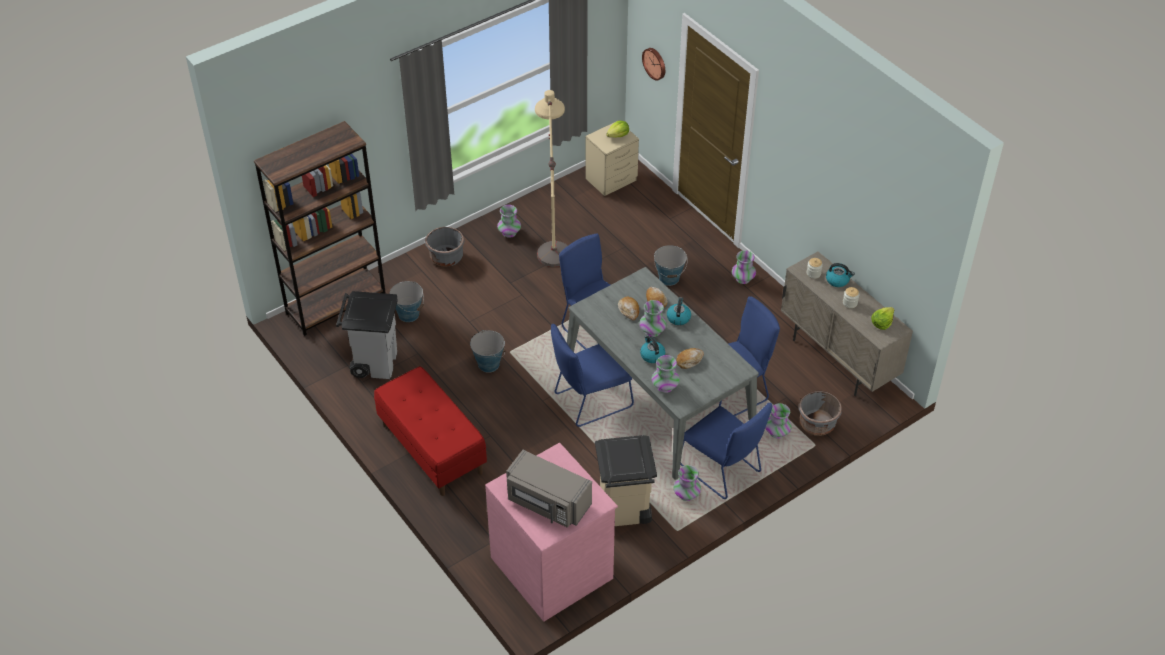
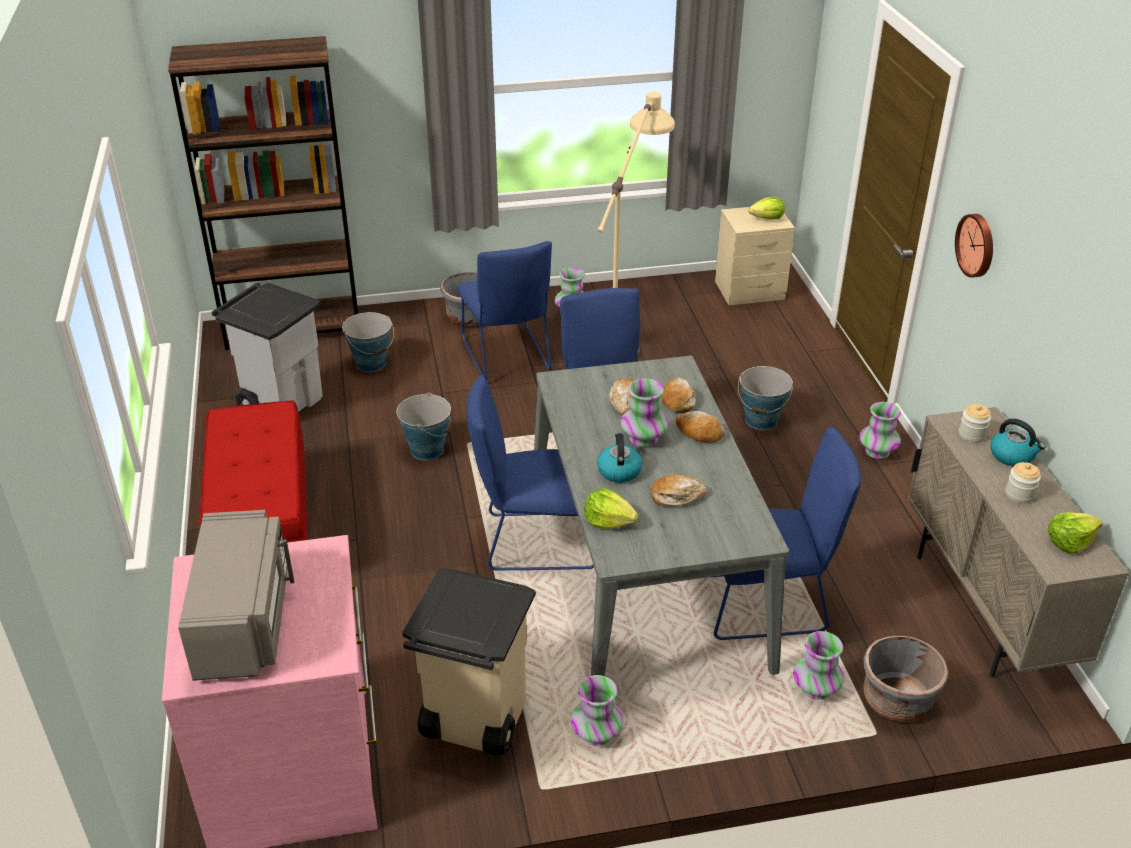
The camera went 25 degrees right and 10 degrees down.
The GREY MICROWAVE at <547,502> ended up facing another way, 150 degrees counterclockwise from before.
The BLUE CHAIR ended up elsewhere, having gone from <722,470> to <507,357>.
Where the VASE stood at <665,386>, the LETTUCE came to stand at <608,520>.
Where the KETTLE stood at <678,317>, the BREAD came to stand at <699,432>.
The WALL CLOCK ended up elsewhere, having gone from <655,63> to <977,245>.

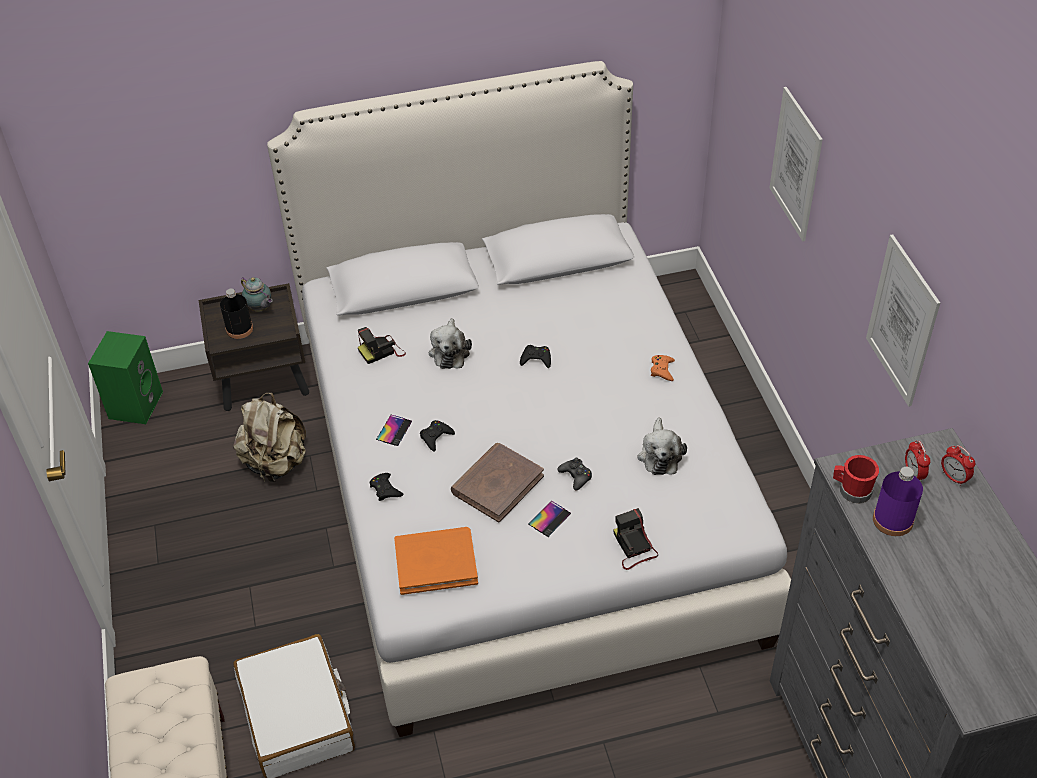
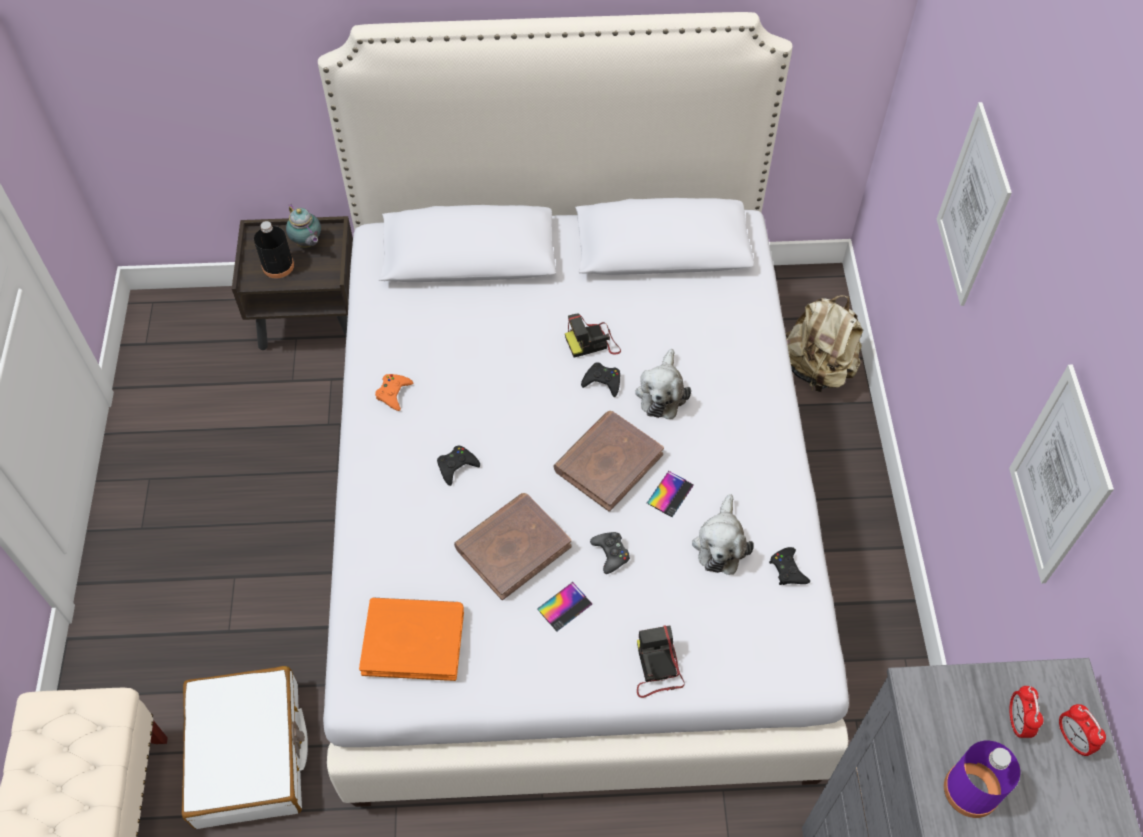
The camera went 10 degrees right and 10 degrees up.
The ORANGE GAME CONTROLLER ended up elsewhere, having gone from <662,370> to <393,393>.
The second view gained the BROWN BOOK at <608,462>.
The PHOTO CAMERA ended up elsewhere, having gone from <382,351> to <593,342>.
The PLUSH TOY ended up elsewhere, having gone from <450,351> to <662,393>.
The PHONE ended up elsewhere, having gone from <394,430> to <670,494>.
The BLACK GAME CONTROLLER ended up elsewhere, having gone from <385,489> to <788,570>.
The BEIGE BACKPACK ended up elsewhere, having gone from <275,463> to <817,369>.
The second view lost the GREEN SPEAKER at <135,404>.
The second view lost the RED MUG at <851,490>.

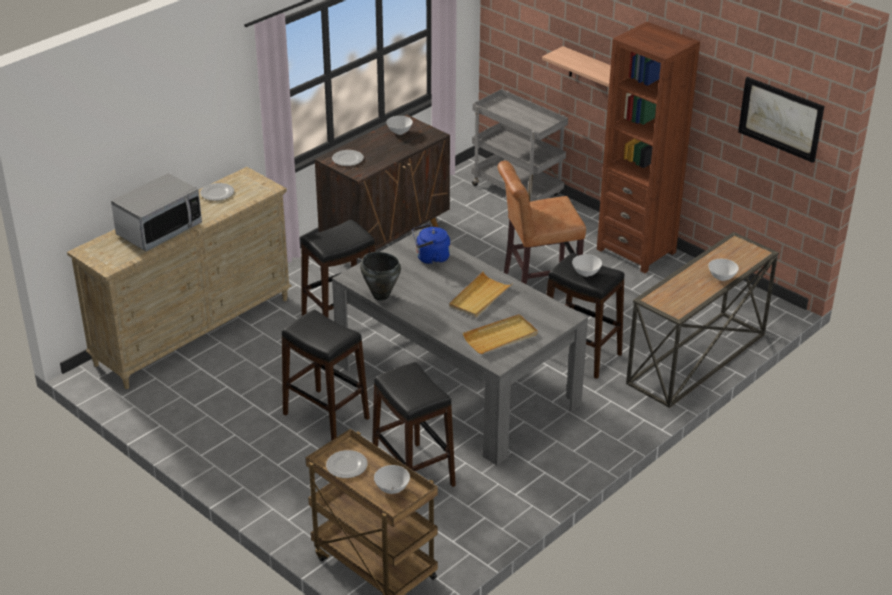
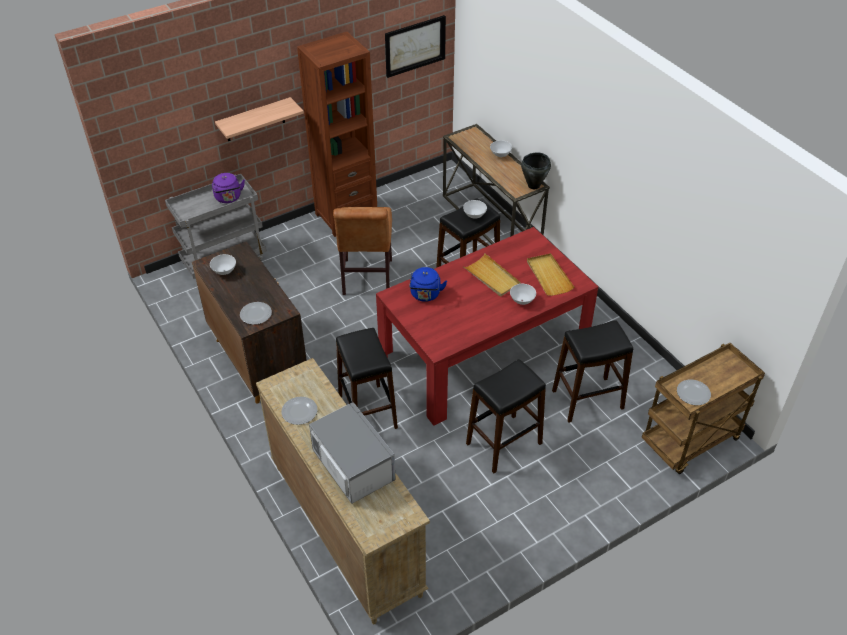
The camera went 75 degrees left and 10 degrees up.
The second view gained the PURPLE KETTLE at <228,198>.
What was the GREY DINING TABLE at <456,384> turned into the RED DINING TABLE at <483,353>.
The WHITE BOWL ended up elsewhere, having gone from <391,489> to <522,301>.
The BLACK COOKING POT ended up elsewhere, having gone from <381,295> to <533,185>.

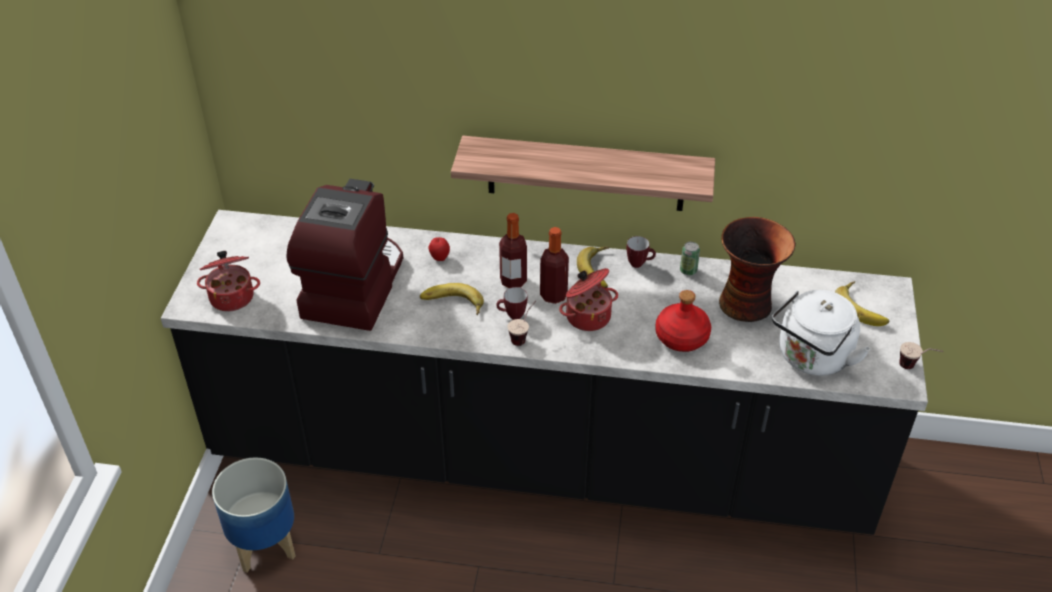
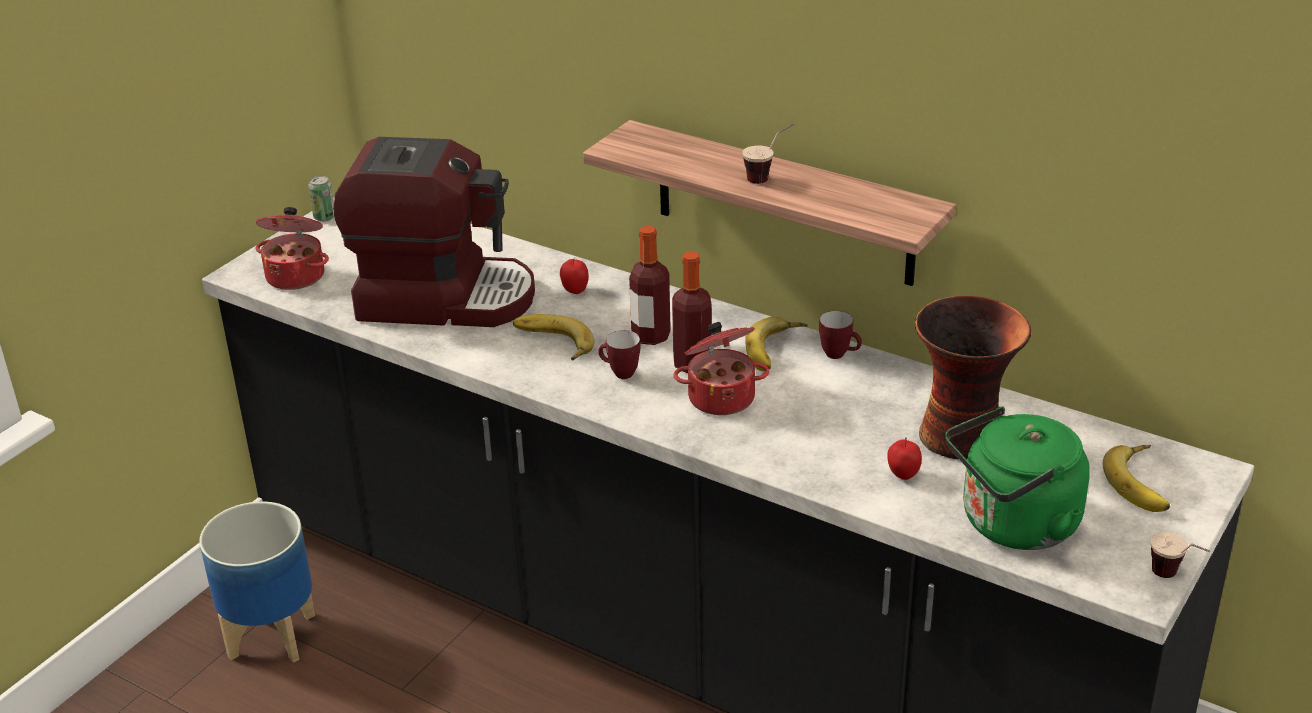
The camera went 25 degrees right and 10 degrees down.
The CAN ended up elsewhere, having gone from <688,270> to <324,217>.
The COFFEE MACHINE at <353,287> ended up facing another way, 60 degrees clockwise from before.
The CUP ended up elsewhere, having gone from <523,336> to <768,176>.
The second view gained the APPLE at <903,476>.
What was the WHITE KETTLE at <811,358> turned into the GREEN KETTLE at <1014,525>.
The second view lost the RED BOTTLE at <682,338>.

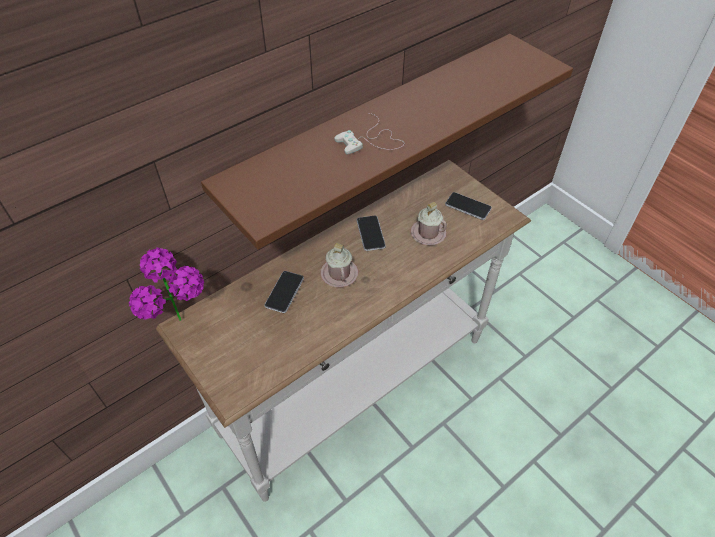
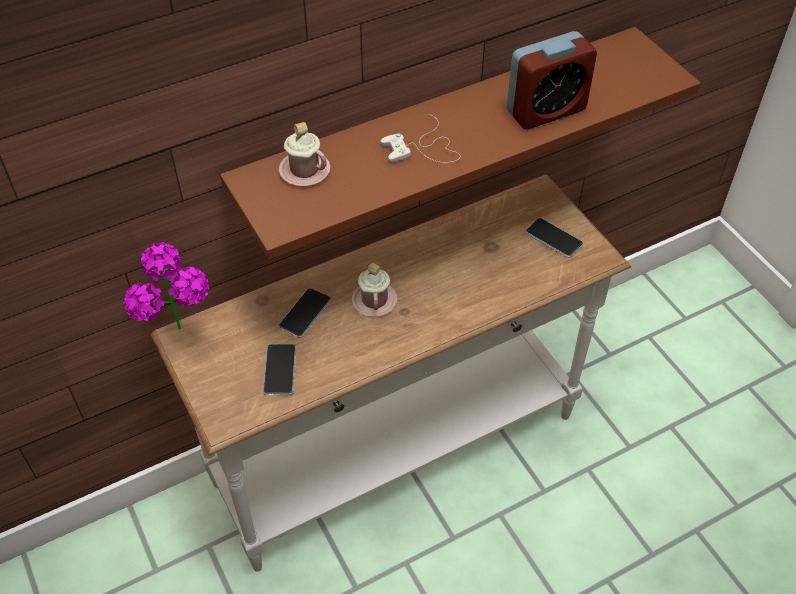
The camera went 10 degrees right and 0 degrees up.
The PHONE ended up elsewhere, having gone from <370,233> to <280,370>.
The PINK MUG ended up elsewhere, having gone from <428,233> to <304,170>.
The second view gained the ALARM CLOCK at <546,110>.

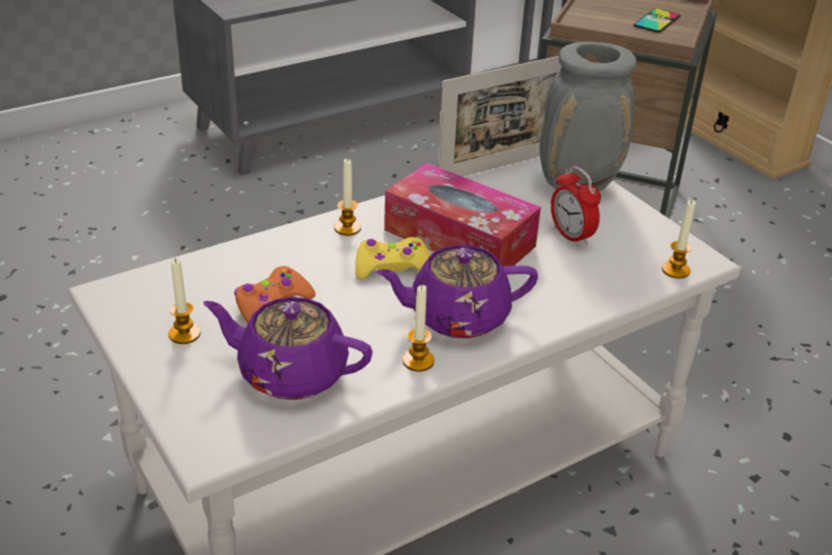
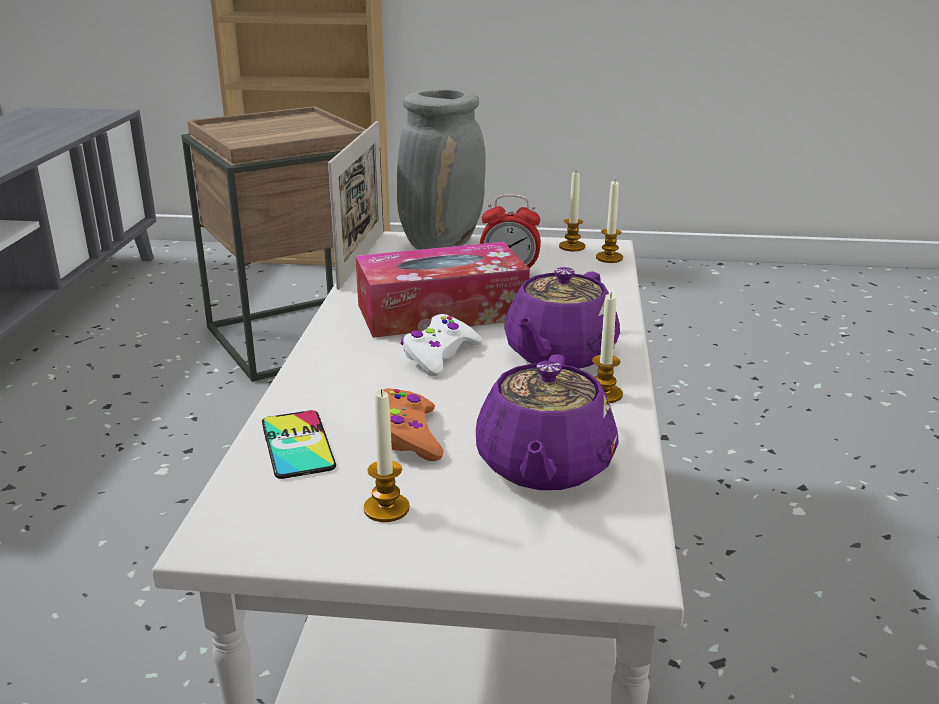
The camera went 50 degrees left and 10 degrees down.
The PHONE ended up elsewhere, having gone from <656,21> to <297,444>.
What was the YELLOW GAME CONTROLLER at <392,267> turned into the WHITE GAME CONTROLLER at <439,355>.
The PURPLE TEAPOT at <291,373> ended up facing another way, 45 degrees counterclockwise from before.
The CANDLE ended up elsewhere, having gone from <347,228> to <572,247>.

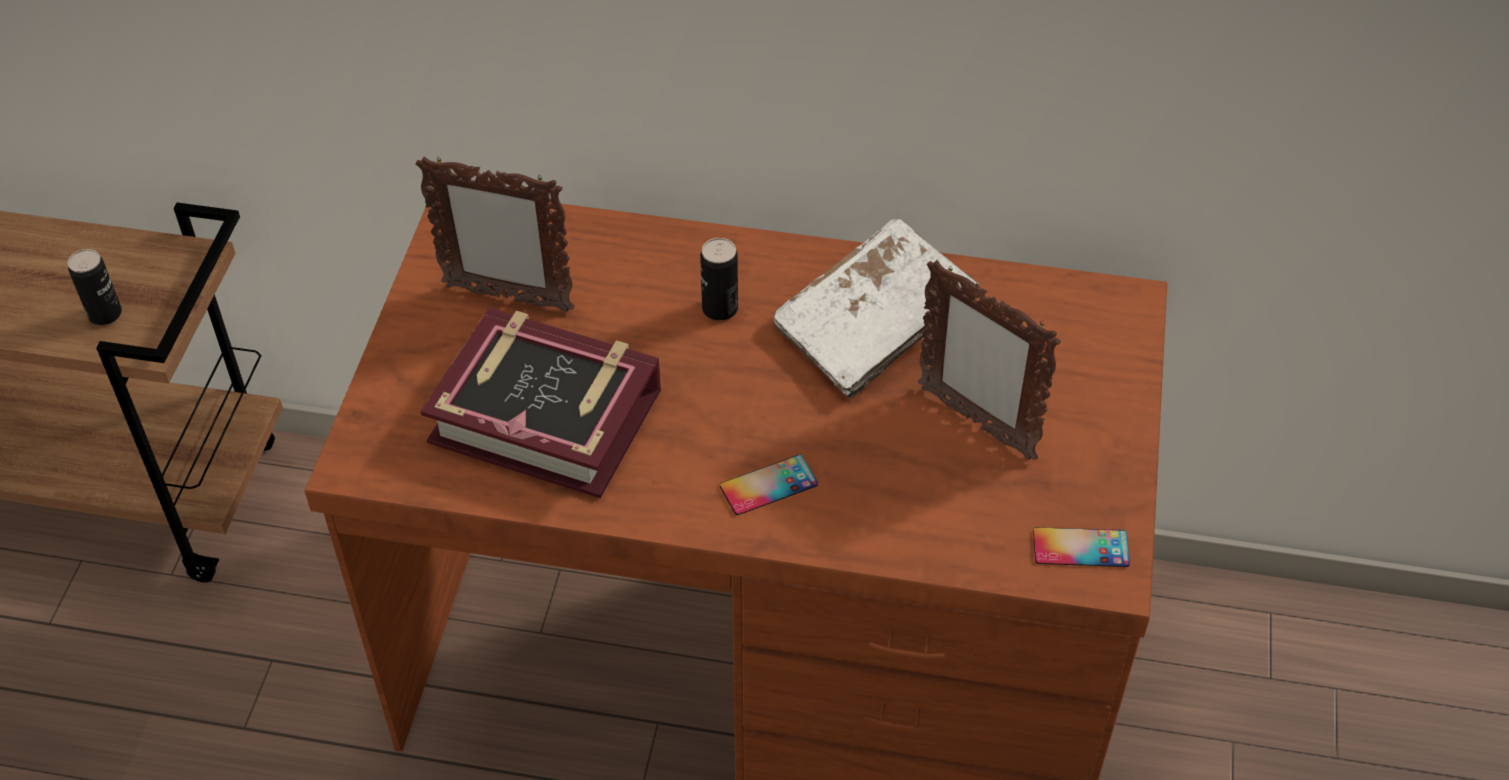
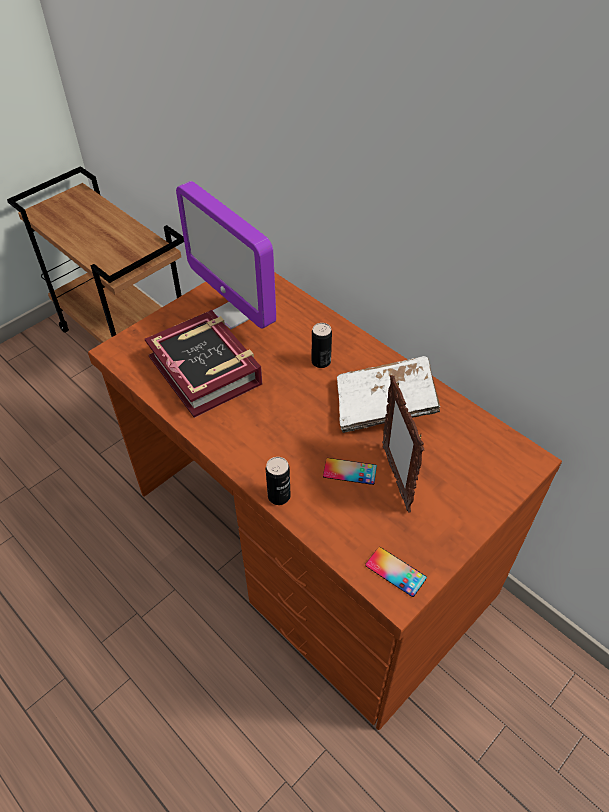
The camera went 35 degrees right and 0 degrees up.
Where the PICTURE FRAME stood at <507,297>, the MONITOR came to stand at <235,313>.
The CAN ended up elsewhere, having gone from <105,314> to <279,496>.
The PHONE ended up elsewhere, having gone from <768,485> to <349,471>.

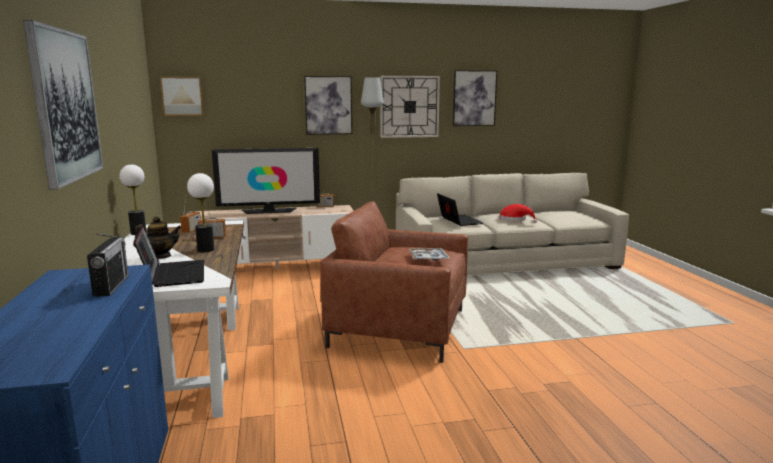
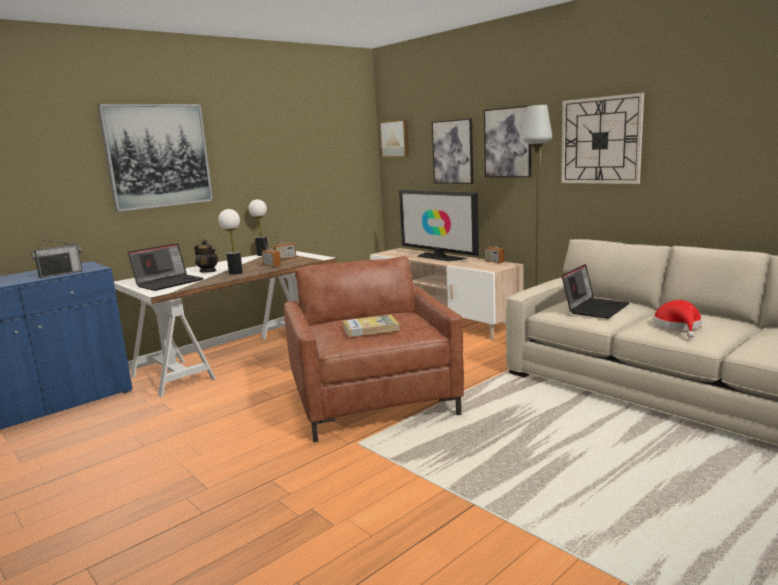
The camera went 60 degrees right and 0 degrees up.
Where the TRAY stood at <428,258>, the BOOK came to stand at <370,328>.
The PICTURE ended up elsewhere, having gone from <474,98> to <453,152>.

